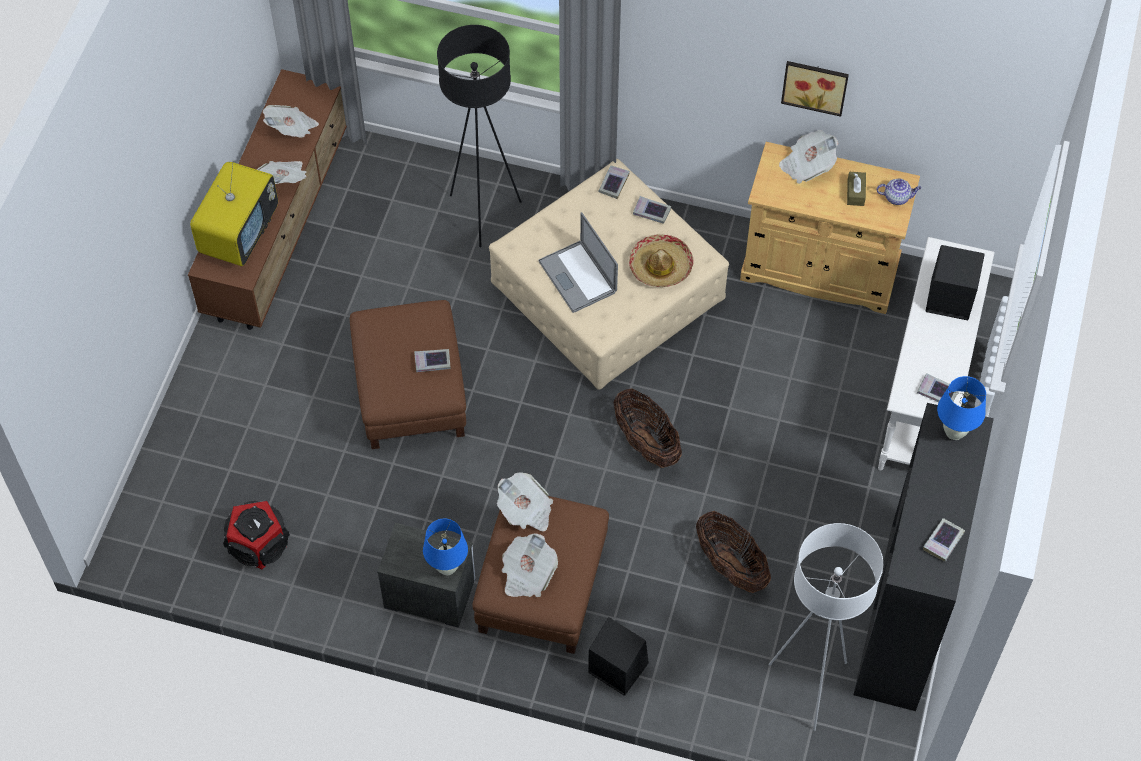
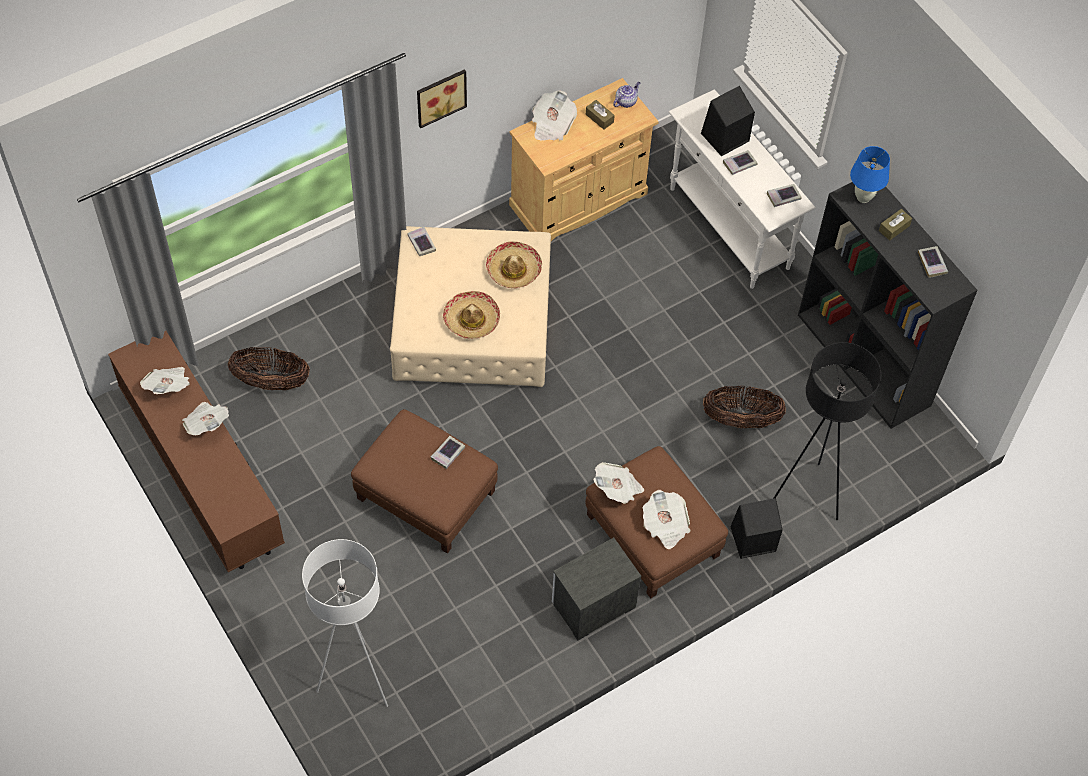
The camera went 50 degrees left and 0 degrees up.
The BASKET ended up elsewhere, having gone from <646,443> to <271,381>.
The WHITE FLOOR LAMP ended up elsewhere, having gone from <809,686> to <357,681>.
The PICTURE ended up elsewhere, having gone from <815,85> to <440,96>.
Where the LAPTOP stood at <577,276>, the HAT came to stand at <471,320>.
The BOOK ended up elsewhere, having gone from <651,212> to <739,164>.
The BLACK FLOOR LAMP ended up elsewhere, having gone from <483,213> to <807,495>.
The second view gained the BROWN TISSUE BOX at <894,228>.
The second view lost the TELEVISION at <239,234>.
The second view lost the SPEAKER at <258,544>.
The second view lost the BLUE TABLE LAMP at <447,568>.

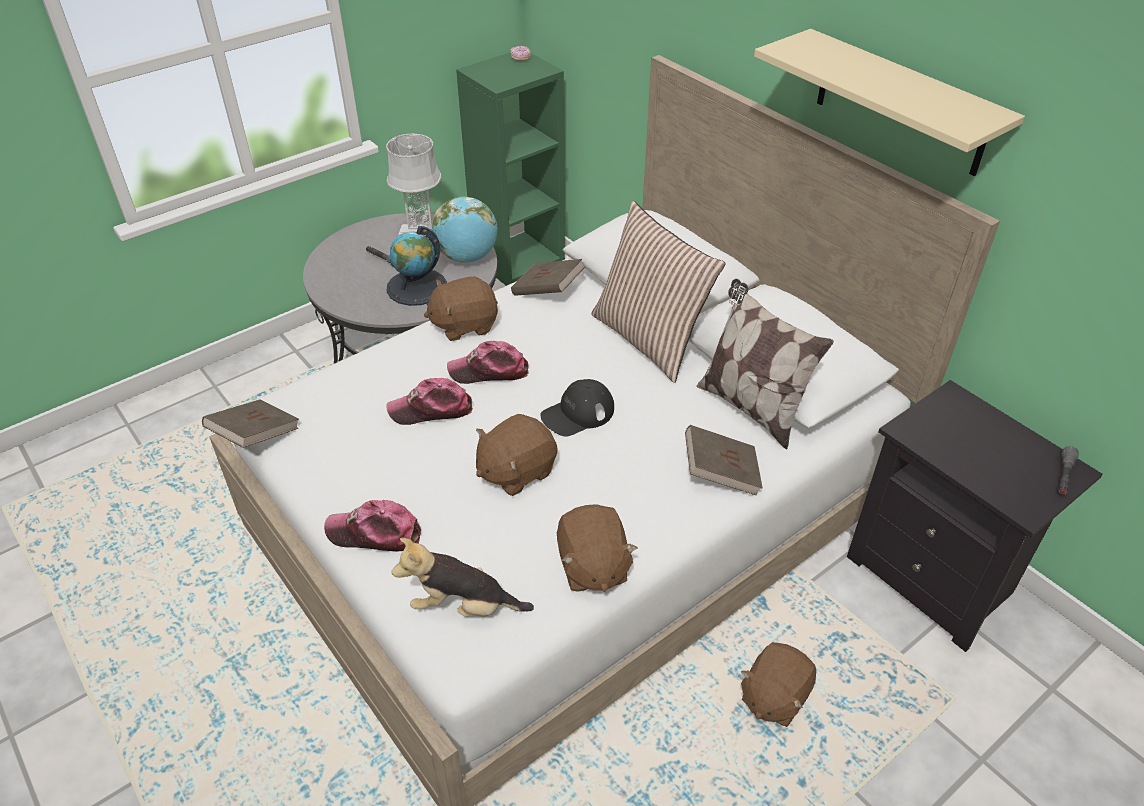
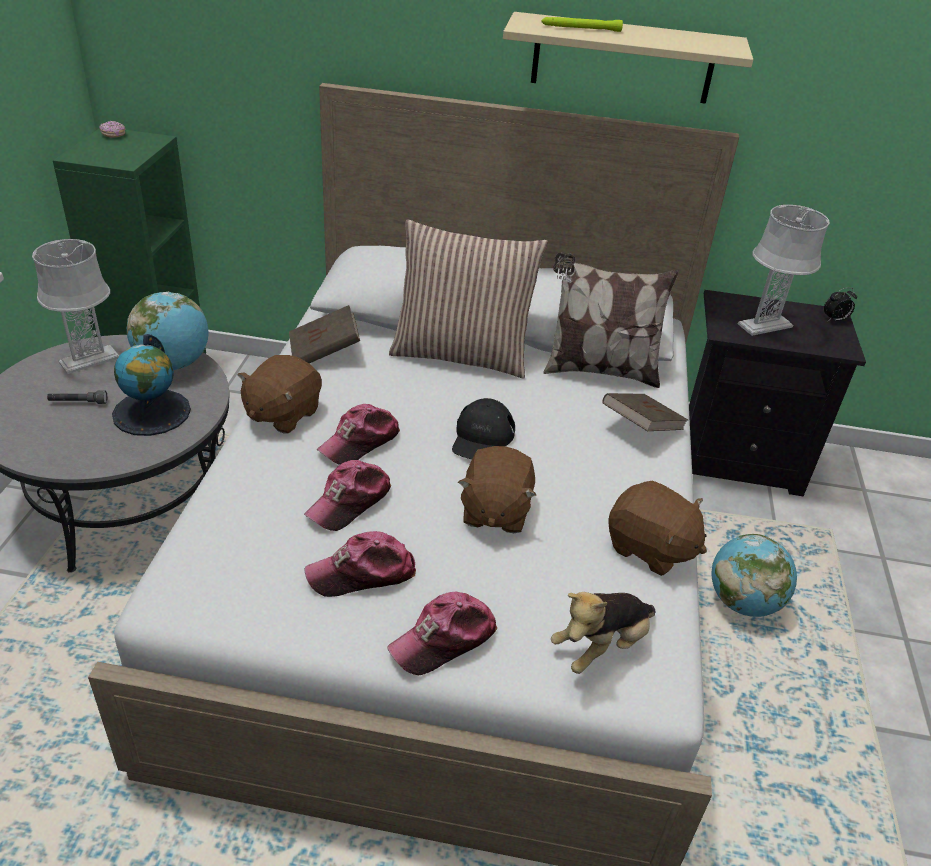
The camera went 45 degrees left and 5 degrees down.
The second view gained the CAP at <362,573>.
The second view gained the GREEN FLASHLIGHT at <580,29>.
Where the BROWN PLUSH TOY stood at <773,697>, the GLOBE came to stand at <742,602>.
The second view gained the GREY TABLE LAMP at <764,326>.
Where the GREY FLASHLIGHT stood at <1063,476>, the ALARM CLOCK came to stand at <834,320>.
The second view lost the BROWN BOOK at <255,436>.

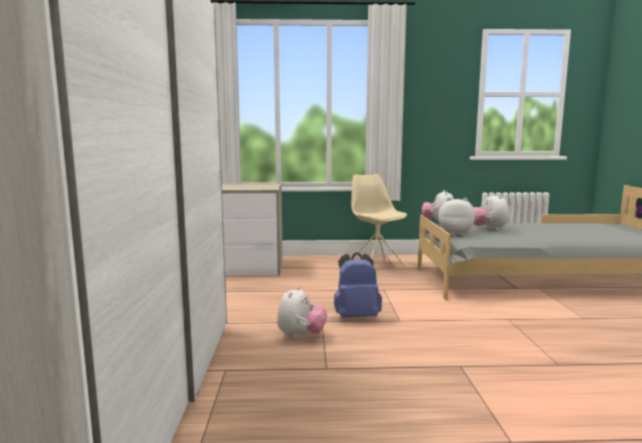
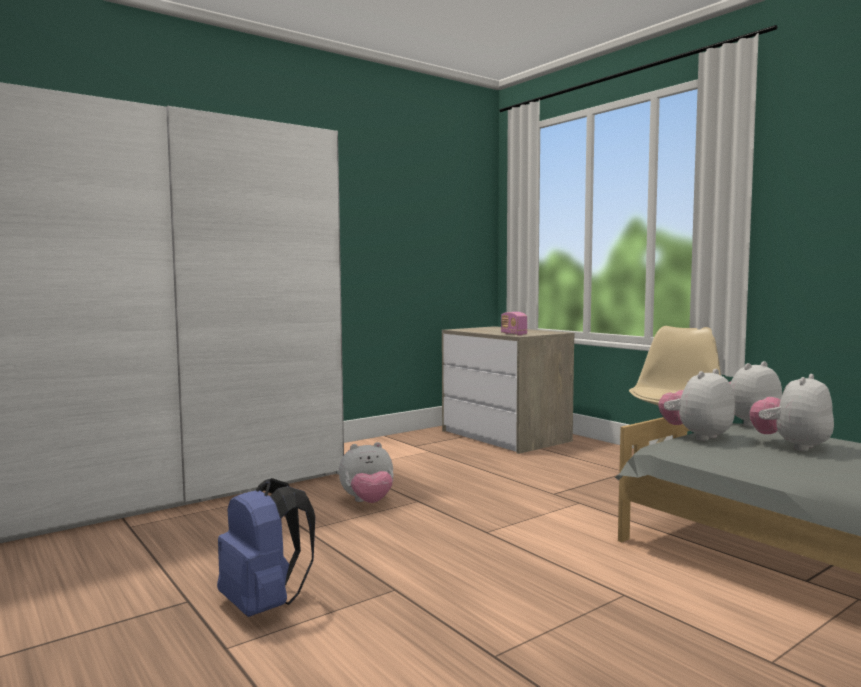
The camera went 55 degrees right and 5 degrees down.
The BLUE BACKPACK ended up elsewhere, having gone from <356,316> to <264,605>.
The second view gained the RADIO at <513,334>.
The PLUSH TOY at <455,233> ended up facing another way, 105 degrees counterclockwise from before.

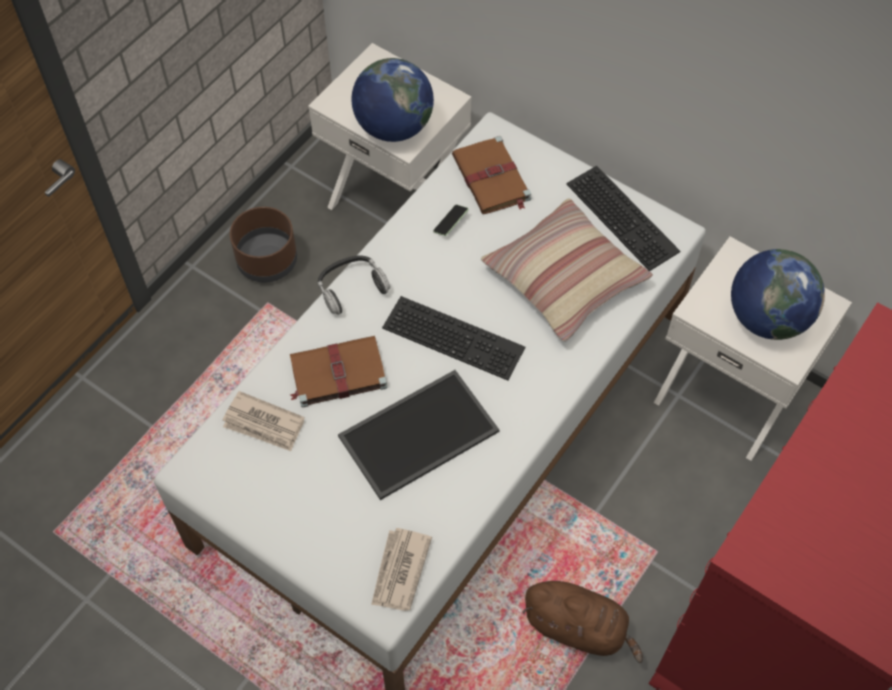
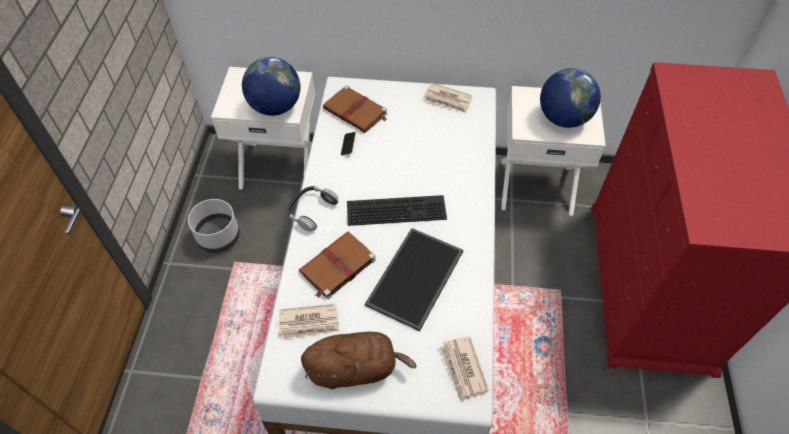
The camera went 30 degrees left and 5 degrees down.
What was the BROWN PLANTER at <267,261> turned into the GREY PLANTER at <218,237>.
The BROWN PLUSH TOY ended up elsewhere, having gone from <578,627> to <355,368>.
Where the KEYBOARD stood at <625,217>, the NEWSPAPER came to stand at <448,100>.
The second view lost the PILLOW at <564,278>.

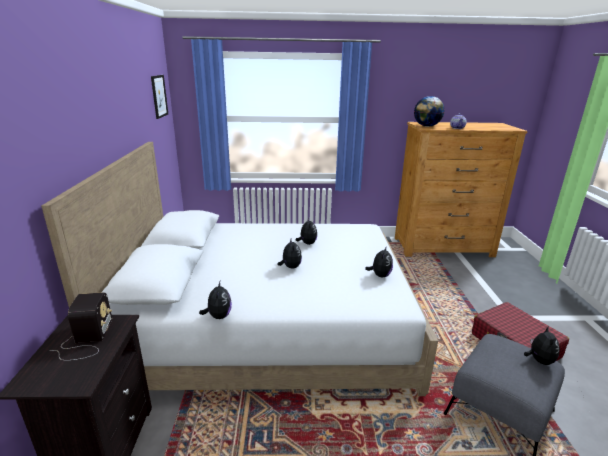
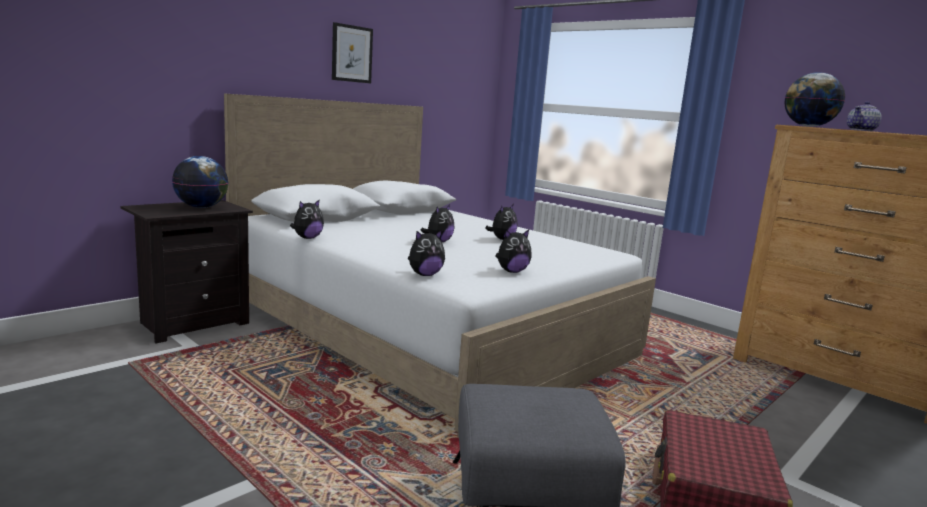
The camera went 45 degrees right and 10 degrees down.
Where the RADIO stood at <86,339>, the GLOBE came to stand at <201,207>.
The PICTURE ended up elsewhere, having gone from <159,96> to <351,54>.
The PLUSH TOY ended up elsewhere, having gone from <538,360> to <425,275>.

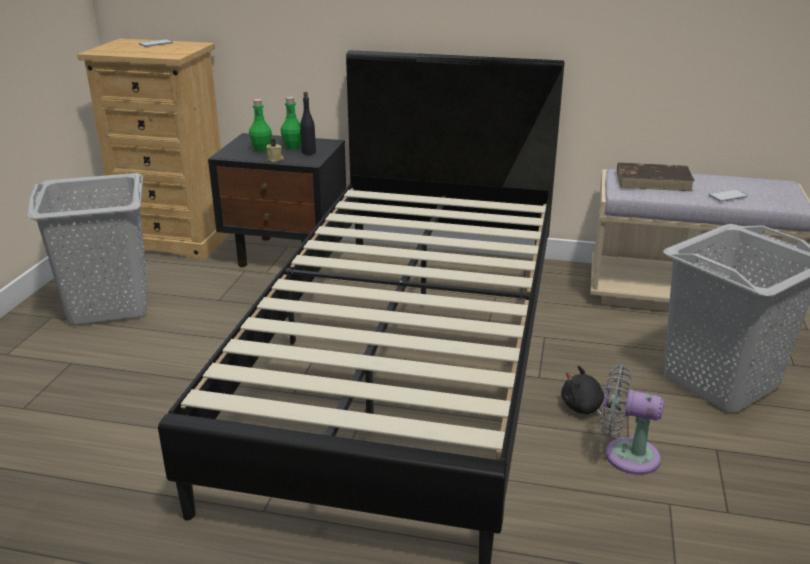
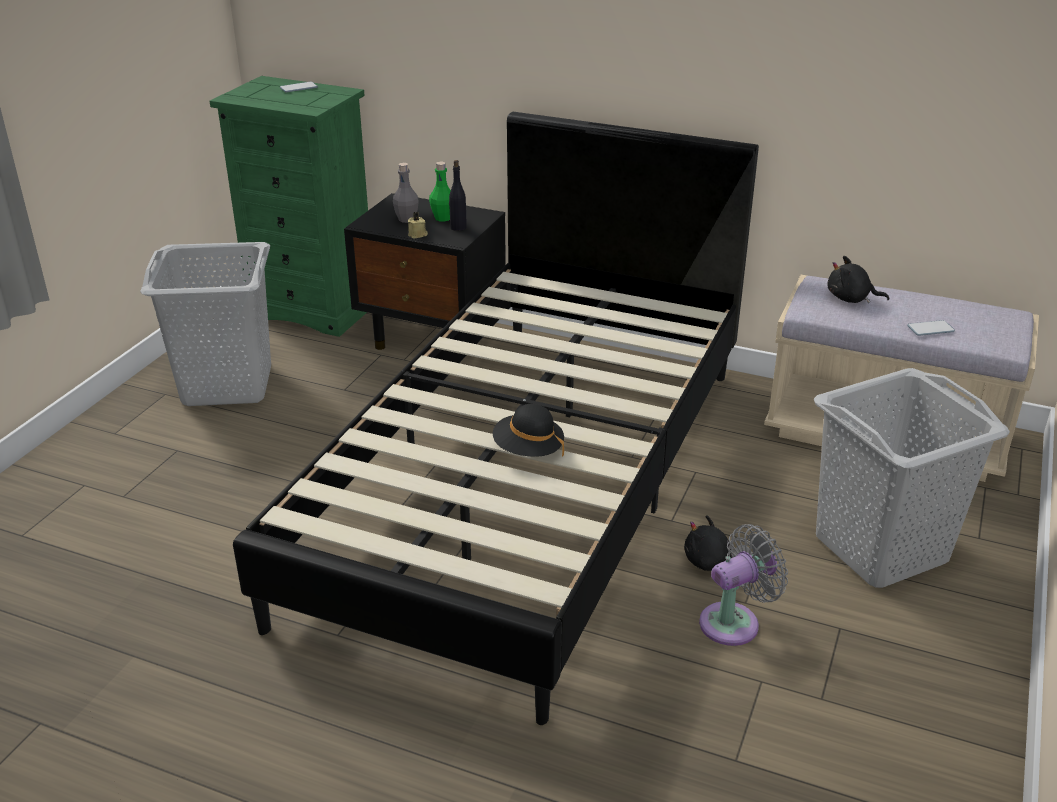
The camera went 10 degrees right and 5 degrees up.
What was the BEIGE DRESSER at <176,240> turned into the GREEN DRESSER at <313,308>.
What was the GREEN BOTTLE at <261,149> turned into the GREY BOTTLE at <406,219>.
The second view gained the BLACK HAT at <528,450>.
The GREY FAN at <625,455> ended up facing another way, 120 degrees clockwise from before.
Where the BROWN BOOK stood at <654,180>, the BLACK PLUSH TOY came to stand at <851,299>.

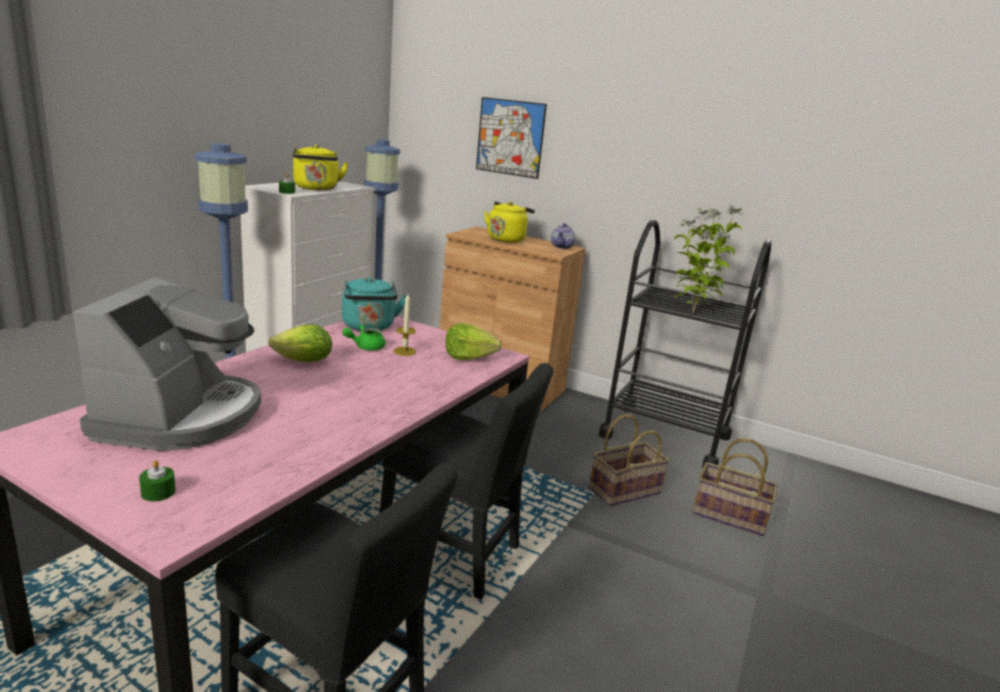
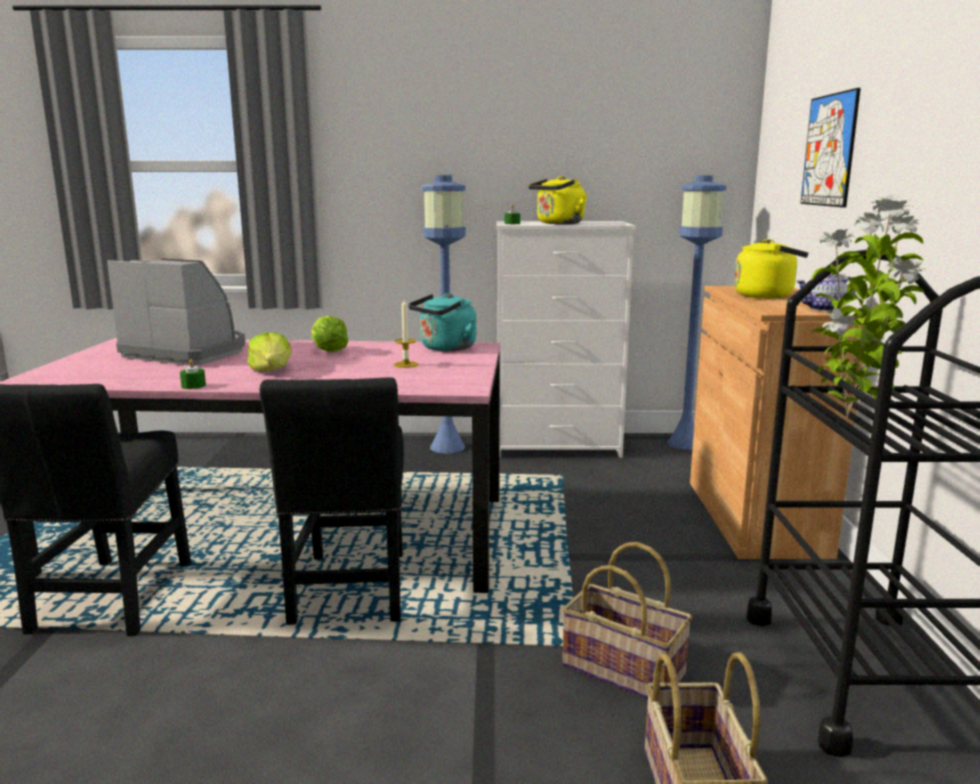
The camera went 65 degrees right and 5 degrees down.
The COFFEE MACHINE at <181,416> ended up facing another way, 135 degrees counterclockwise from before.
The GREEN CANDLE ended up elsewhere, having gone from <158,492> to <193,386>.
The LETTUCE ended up elsewhere, having gone from <468,356> to <271,371>.
The second view lost the GREEN TEAPOT at <365,347>.

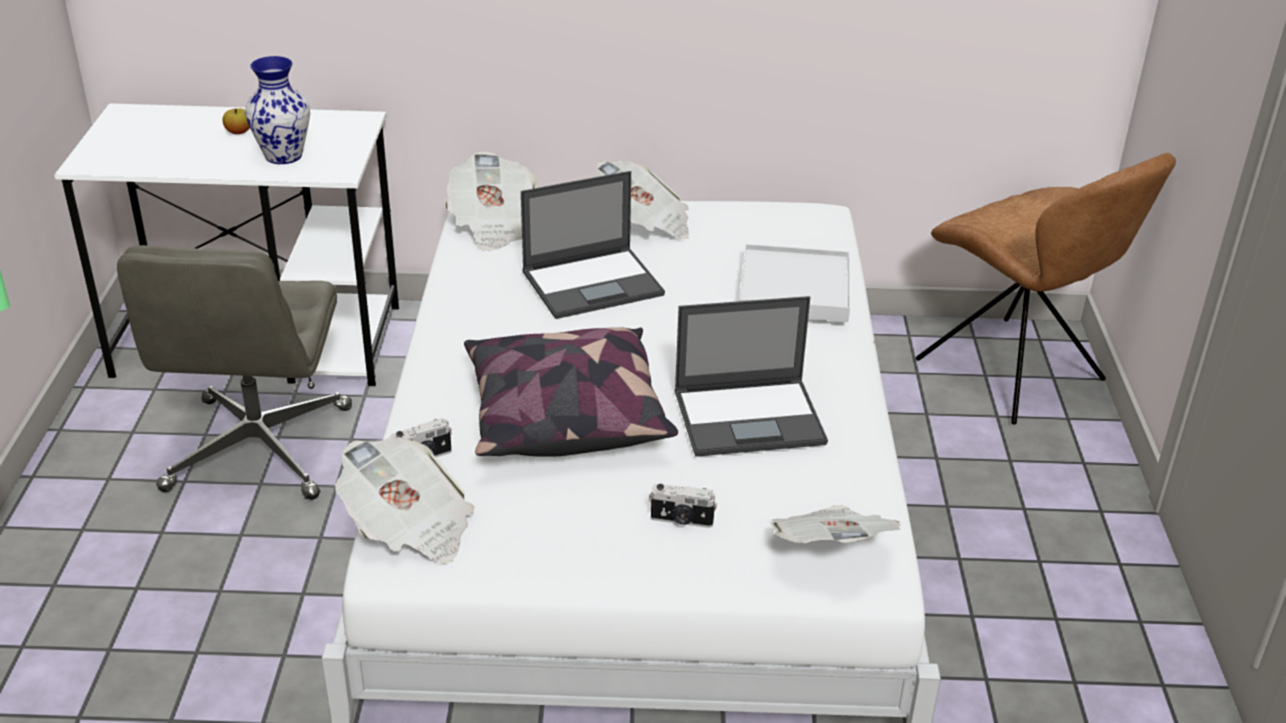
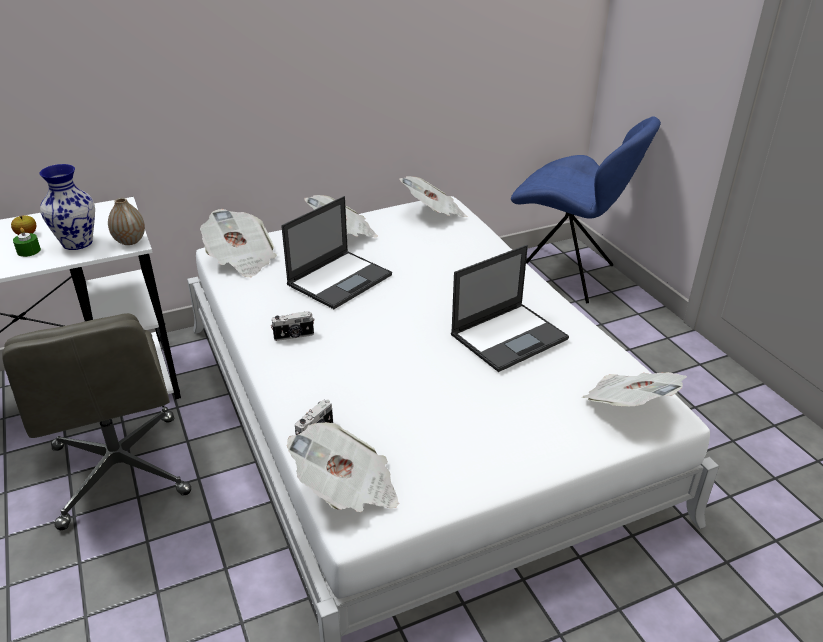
The camera went 25 degrees left and 0 degrees up.
The second view gained the GREEN CANDLE at <29,251>.
The second view gained the VASE at <130,241>.
The PHOTO CAMERA ended up elsewhere, having gone from <681,521> to <294,336>.
The second view gained the NEWSPAPER at <433,213>.
What was the BROWN CHAIR at <1014,374> turned into the BLUE CHAIR at <565,275>.
The second view lost the PILLOW at <564,416>.
The second view lost the WHITE TRAY at <794,289>.

